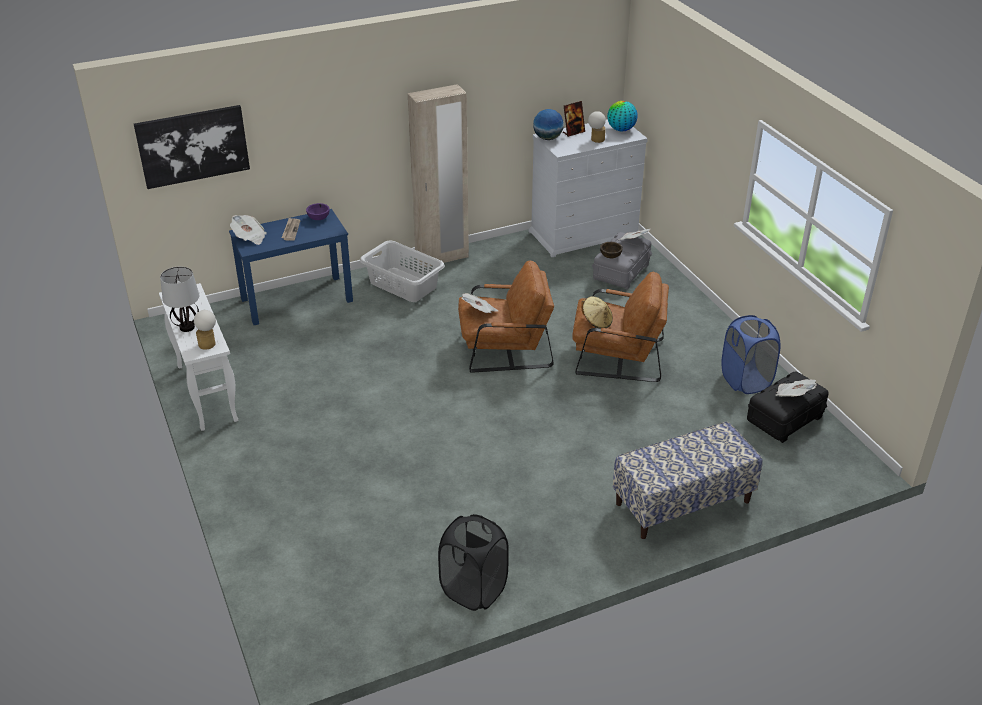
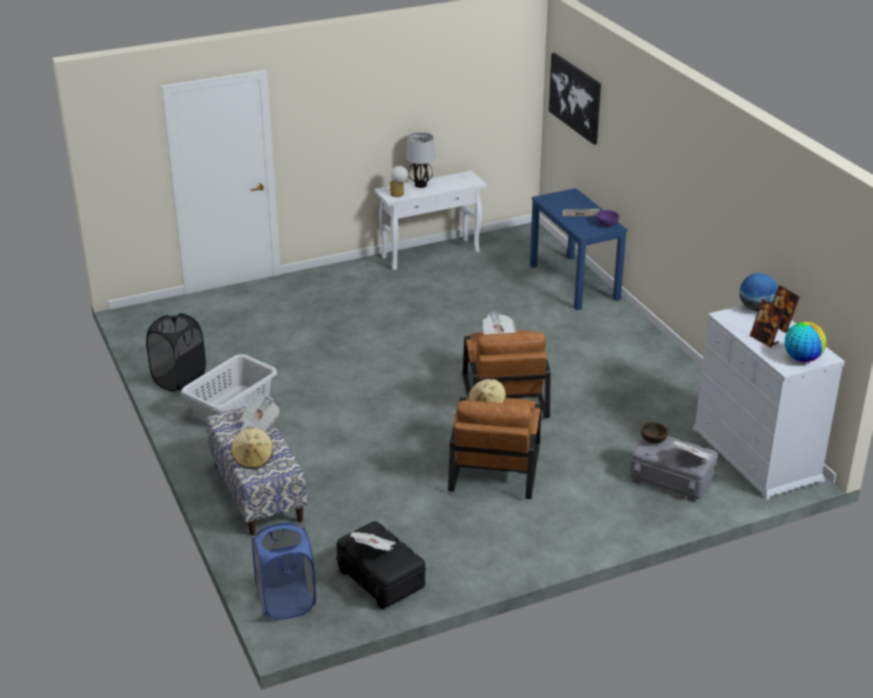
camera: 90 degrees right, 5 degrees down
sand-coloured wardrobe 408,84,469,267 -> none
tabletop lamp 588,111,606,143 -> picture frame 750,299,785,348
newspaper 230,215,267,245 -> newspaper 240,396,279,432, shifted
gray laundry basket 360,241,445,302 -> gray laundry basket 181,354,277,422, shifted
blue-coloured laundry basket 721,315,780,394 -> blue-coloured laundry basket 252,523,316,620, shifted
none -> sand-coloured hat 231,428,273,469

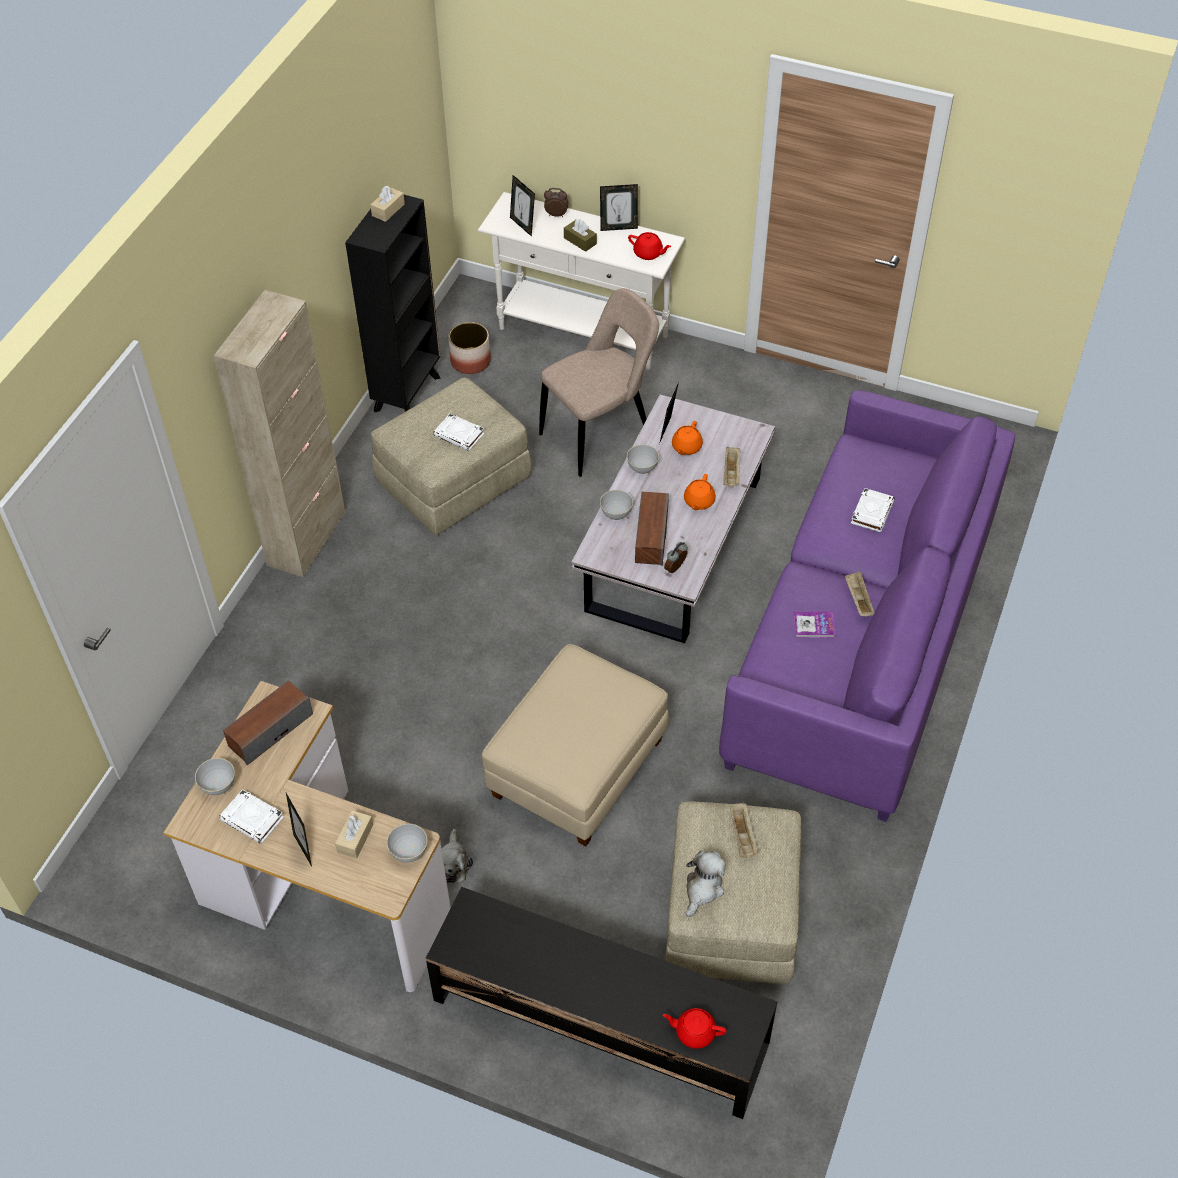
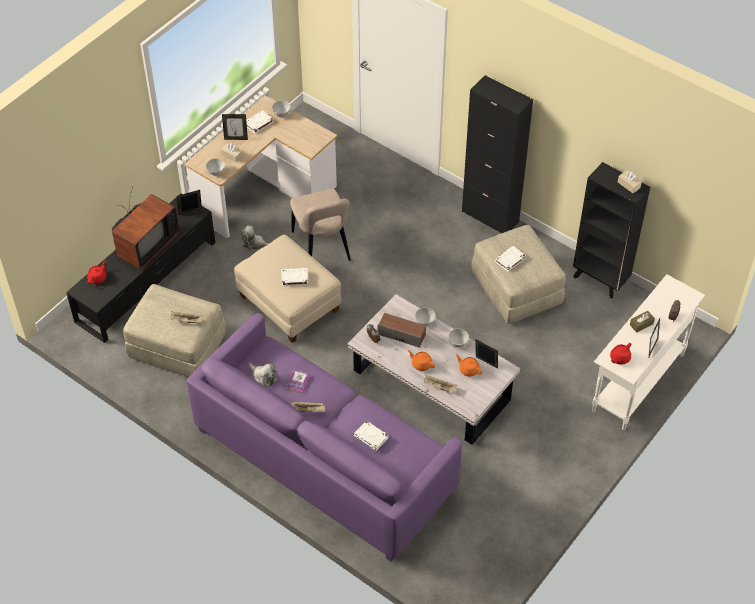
camera: 105 degrees right, 0 degrees up
picture frame 510,175,535,237 -> picture frame 177,190,202,215, shifted
sand-coloured chair 539,288,659,477 -> sand-coloured chair 290,188,351,261, shifted
sand-coloured storage cabinet 214,290,346,577 -> black storage cabinet 462,75,533,233
flower pot 448,322,491,374 -> none
loudspeaker 223,680,313,765 -> none
plush toy 686,851,726,917 -> plush toy 249,363,277,387, shifted
none -> television 112,186,180,270
none -> whitish book 281,268,308,286

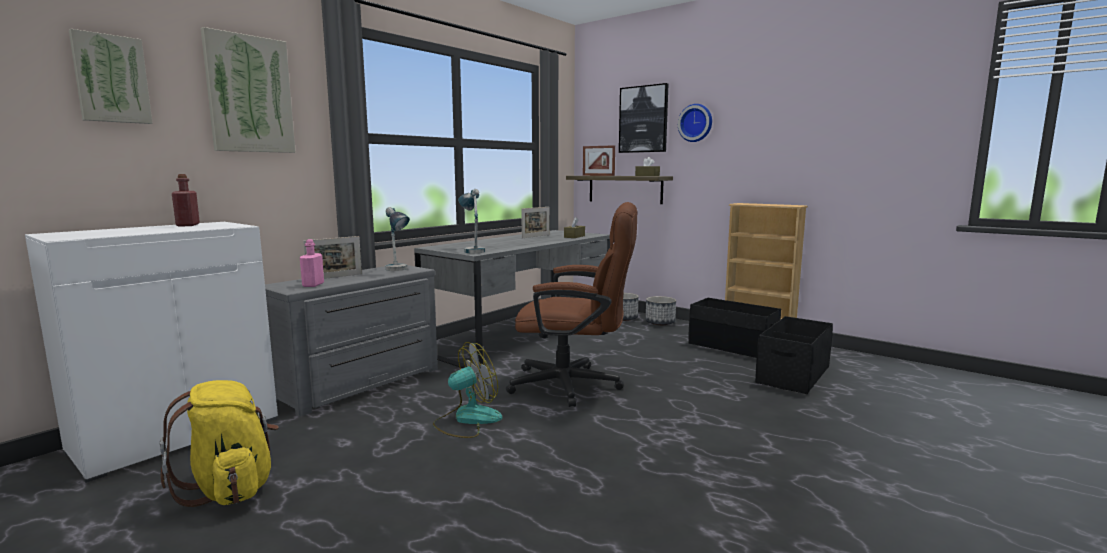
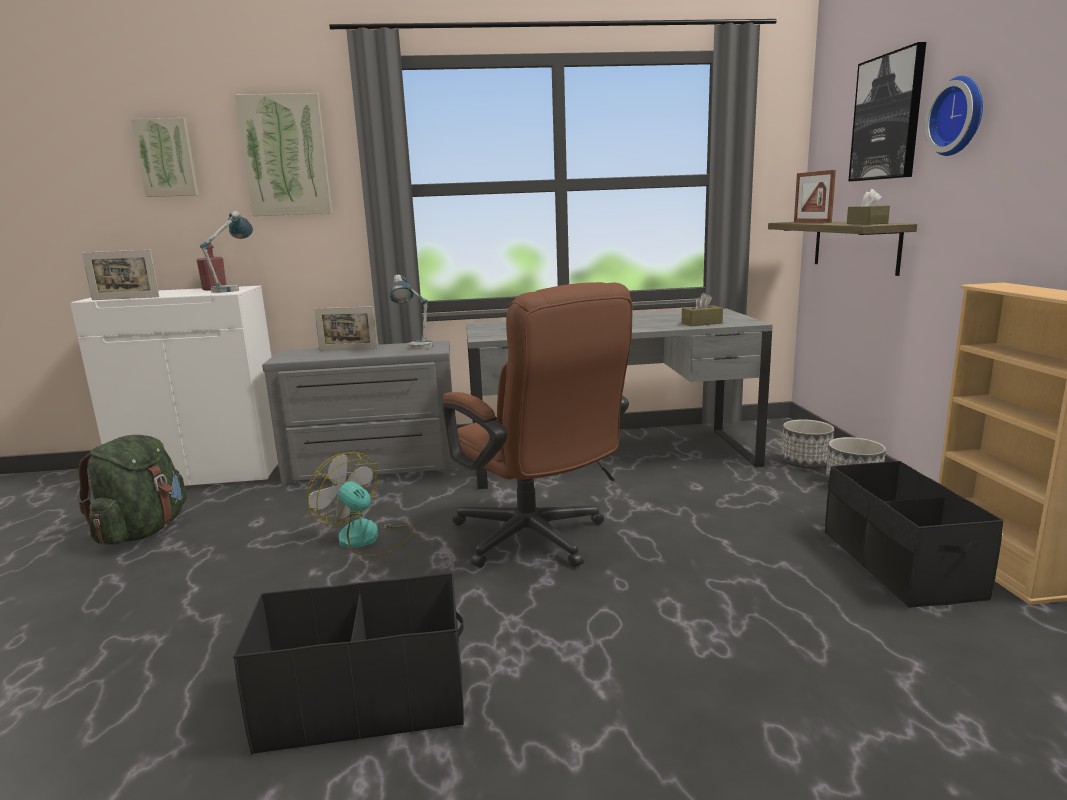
camera: 45 degrees right, 5 degrees up
tabletop lamp 458,189,485,254 -> tabletop lamp 200,211,253,293, shifted
picture frame 521,207,550,238 -> picture frame 82,250,159,300, shifted
pink-coloured beverage bottle 300,239,324,287 -> none
black storage bin 755,316,833,394 -> black storage bin 233,573,464,755, shifted
fan 433,342,502,438 -> fan 307,452,413,556, 150 degrees counterclockwise
yellow-coloured rucksack 160,380,279,507 -> greenish rucksack 77,435,187,545

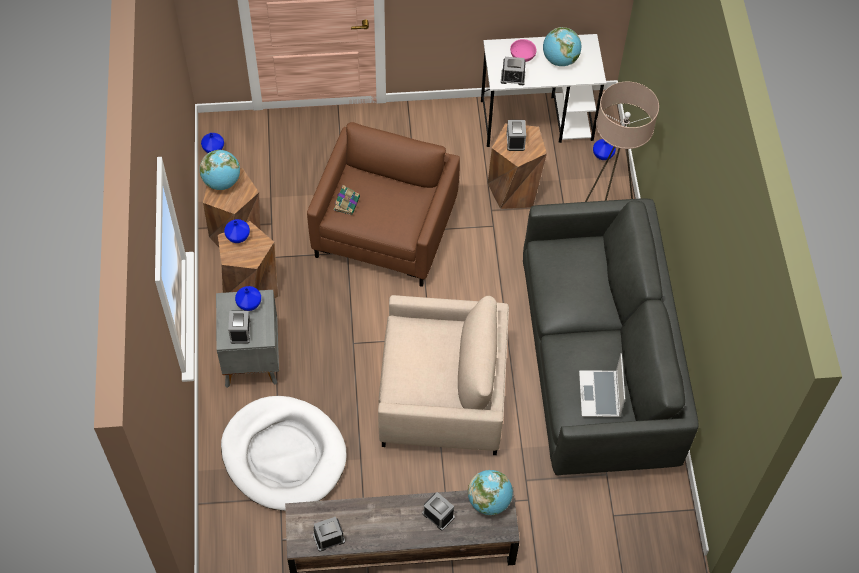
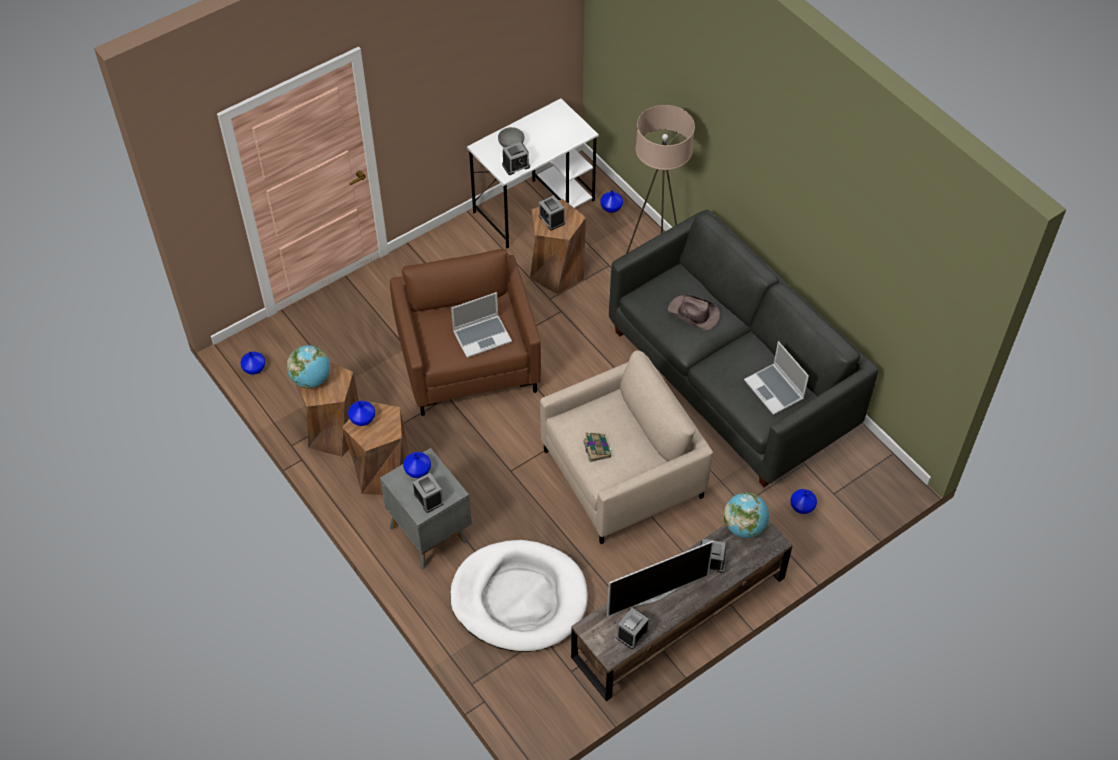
camera: 30 degrees left, 5 degrees down
desk globe 543,27,581,66 -> none
pink-coloured bowl 510,39,537,62 -> gray bowl 498,127,524,148
book 333,185,360,215 -> book 583,433,611,462, shifted
none -> notebook computer 451,292,512,358
none -> brownish hat 668,294,720,331
none -> blue-coloured vase 790,489,817,514
none -> television 607,541,714,617

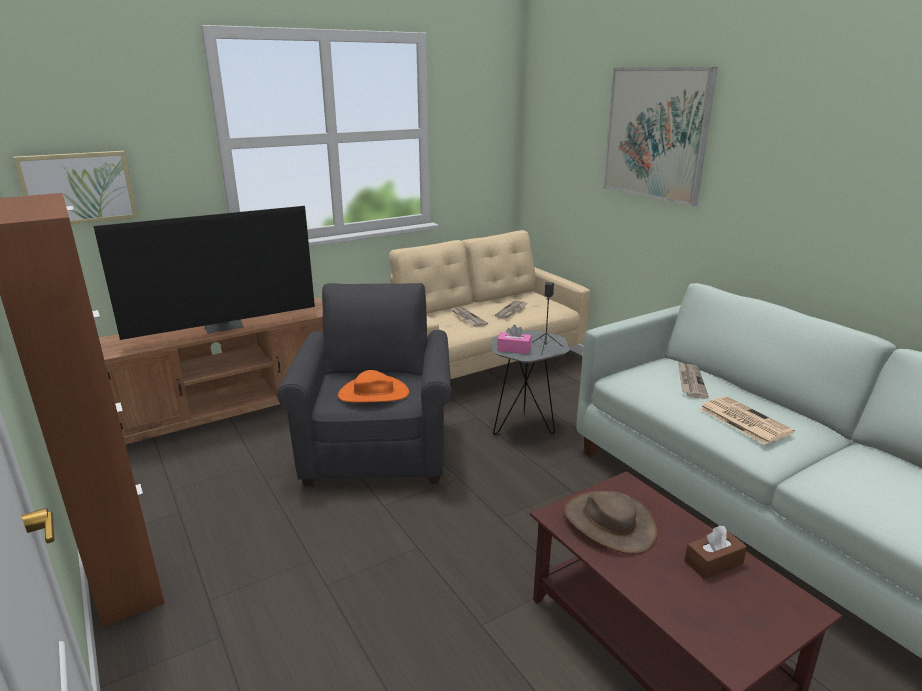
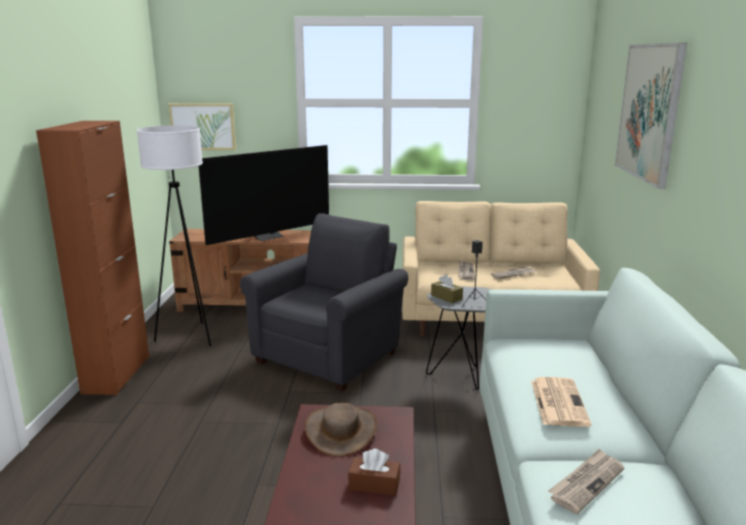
camera: 35 degrees right, 5 degrees down
television 93,206,315,340 -> television 199,145,329,245, 45 degrees counterclockwise
pink-coloured tissue holder 497,325,531,354 -> brownish tissue holder 431,274,463,303
newspaper 678,362,709,399 -> newspaper 548,449,624,514, shifted
orangey hat 338,370,409,403 -> none
none -> whitish standing lamp 136,125,211,346

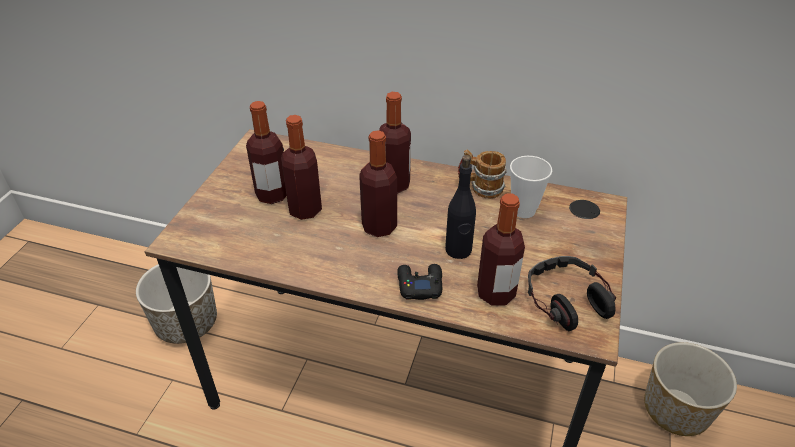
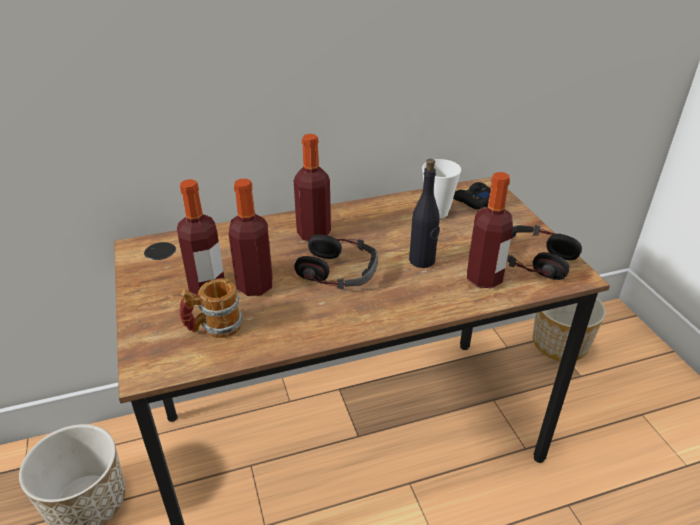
camera: 35 degrees left, 5 degrees down
beverage bottle 359,130,397,237 -> headphones 294,234,378,290
tea mug 458,150,507,199 -> tea mug 179,279,242,338, shifted
black joypad 397,264,442,300 -> black joypad 453,182,491,209, shifted

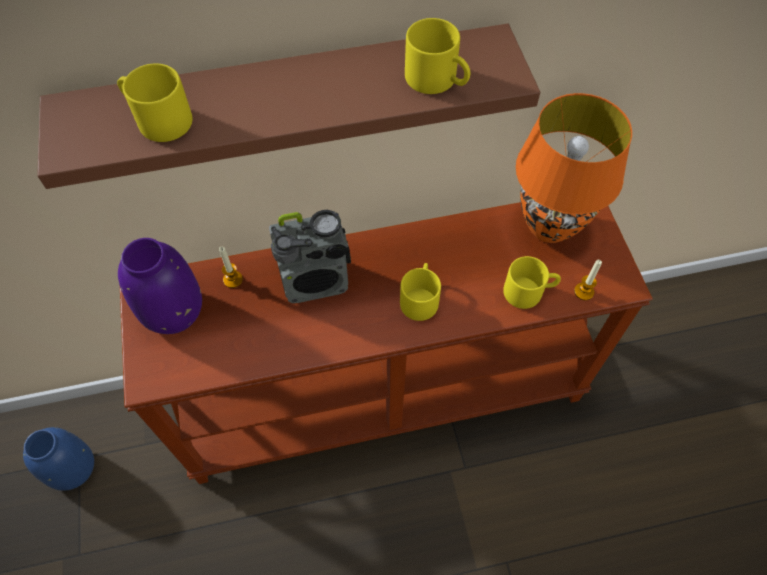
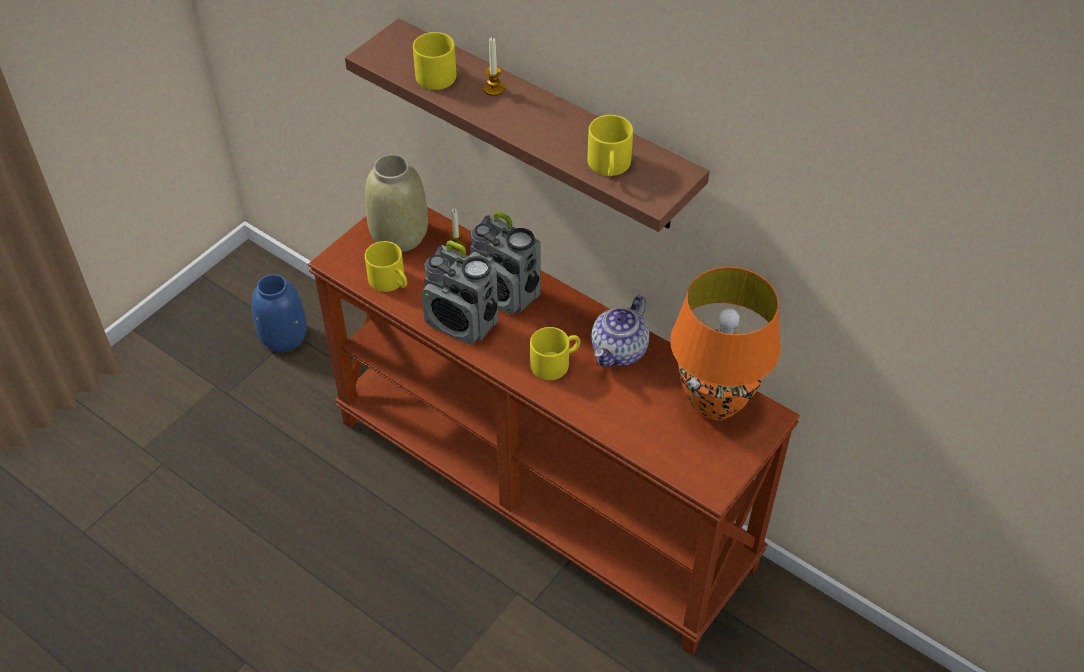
camera: 50 degrees right, 10 degrees down
purplish vase 118,238,202,334 -> sand-coloured vase 365,154,428,252
yellow-coloured tea mug 503,256,561,309 -> yellow-coloured tea mug 365,241,407,292, shifted
wax light 574,260,602,300 -> wax light 483,37,504,96, shifted
none -> radio 421,241,499,344
none -> pot for tea 591,295,649,367

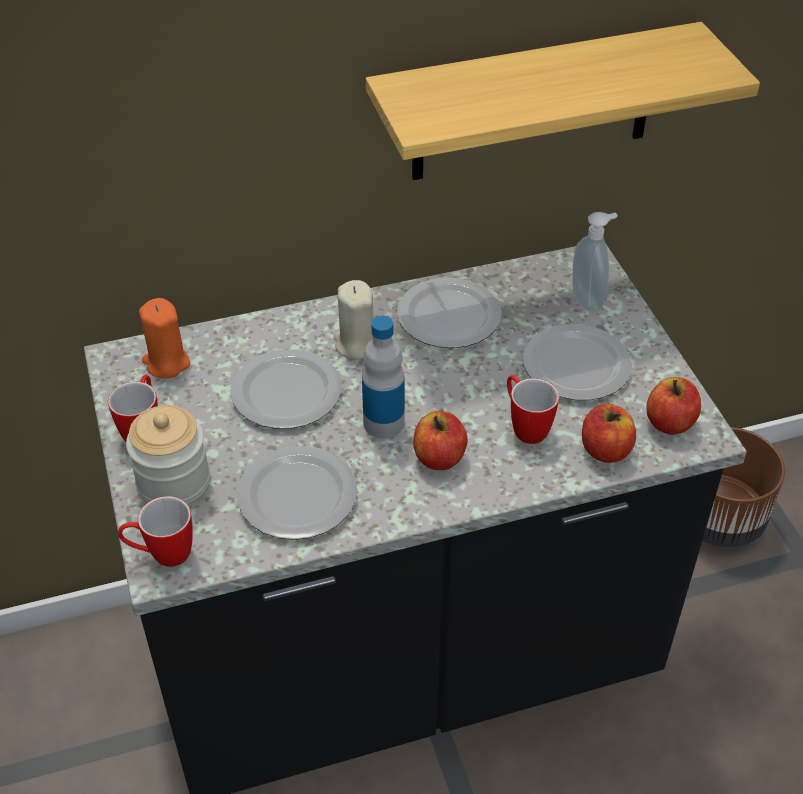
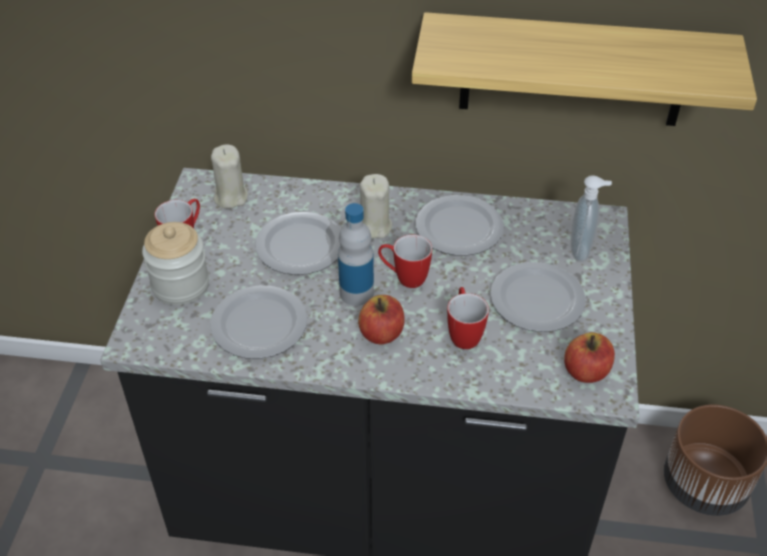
camera: 25 degrees right, 0 degrees up
orangey wax light 139,298,190,378 -> sand-coloured wax light 211,145,248,209
apple fruit 582,404,636,463 -> none
tea mug 118,496,193,567 -> tea mug 378,235,432,288, shifted

